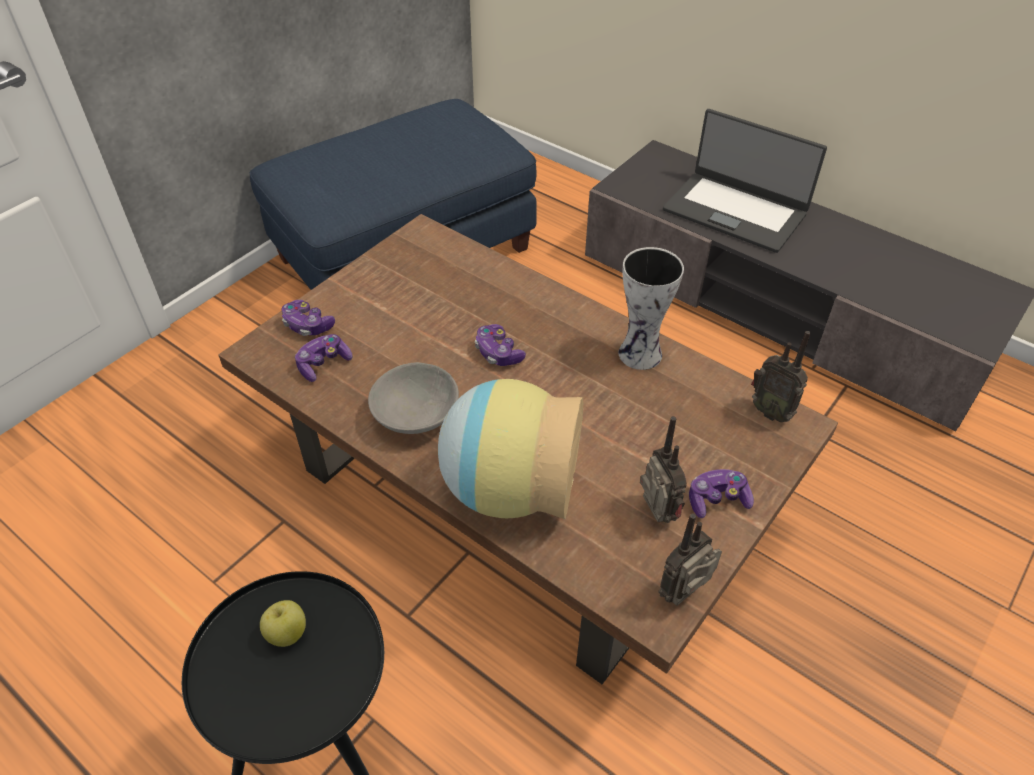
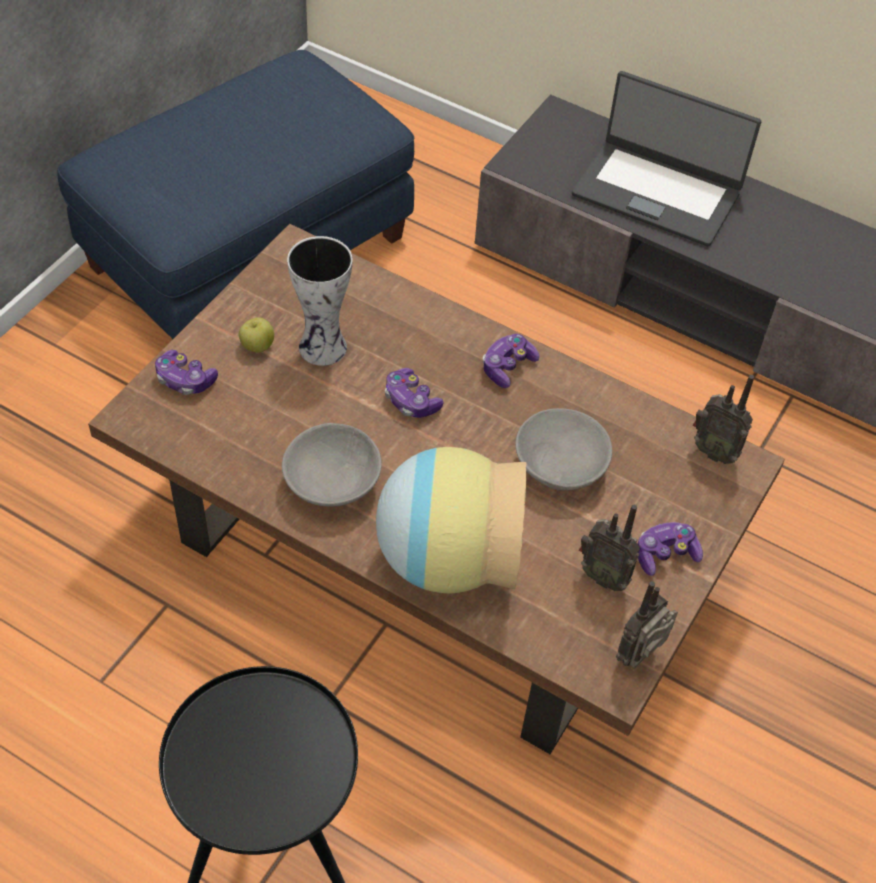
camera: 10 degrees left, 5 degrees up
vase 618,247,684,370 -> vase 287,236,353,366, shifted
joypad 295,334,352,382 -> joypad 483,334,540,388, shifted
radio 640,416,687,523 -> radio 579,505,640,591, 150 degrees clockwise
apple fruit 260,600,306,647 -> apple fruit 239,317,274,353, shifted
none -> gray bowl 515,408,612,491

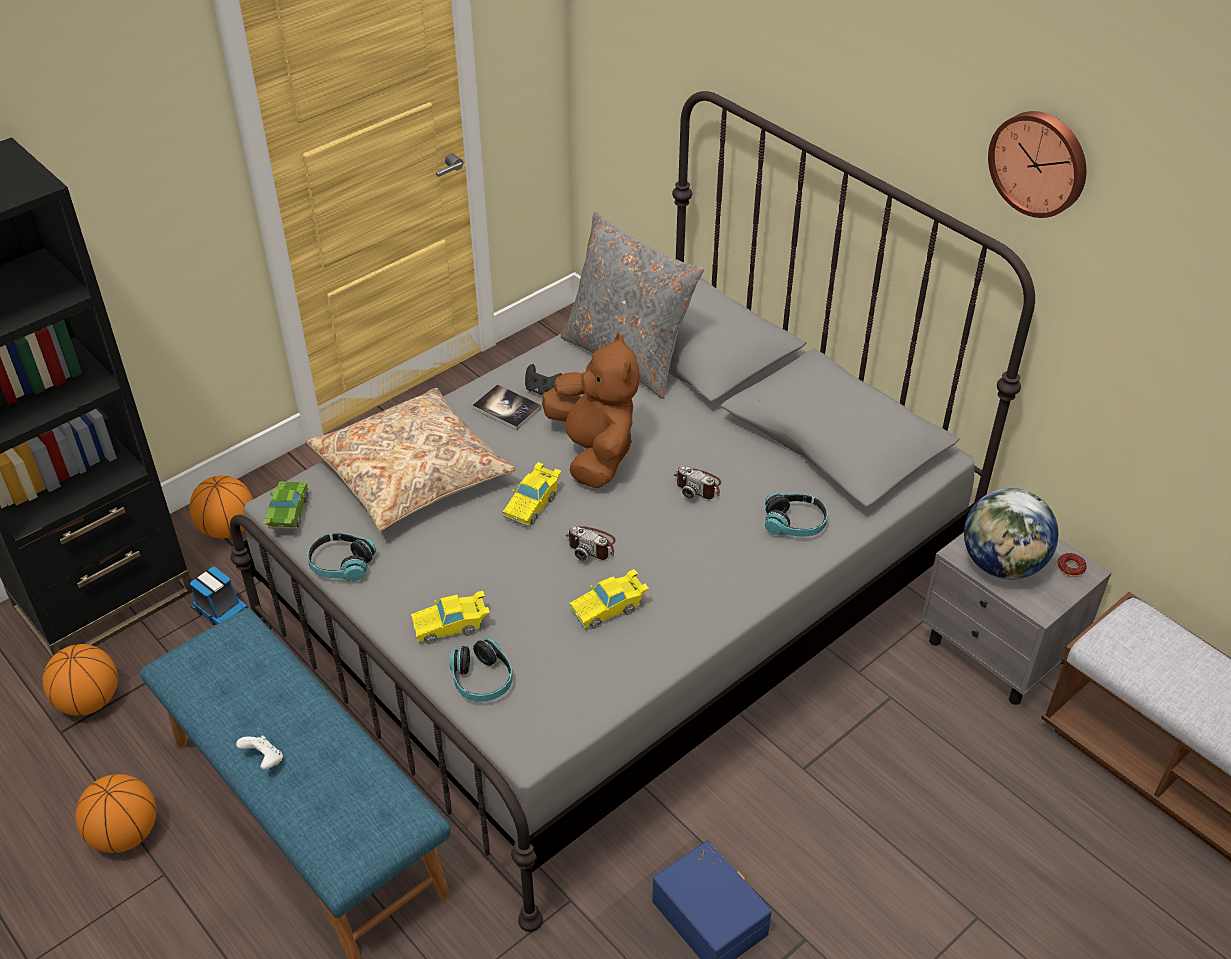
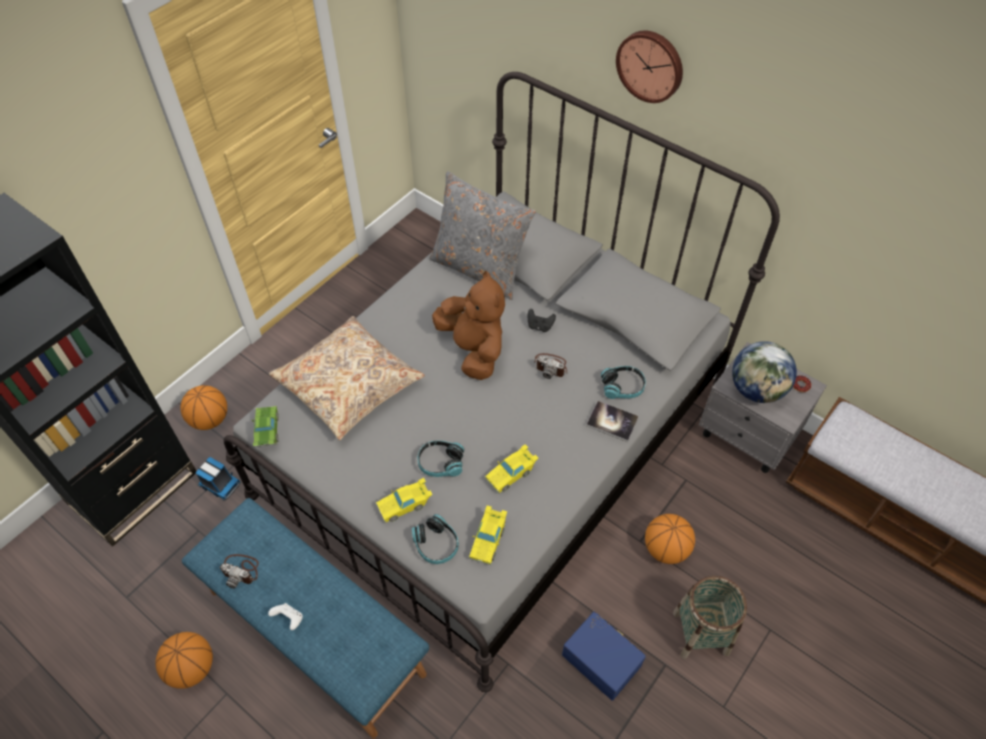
camera: 10 degrees left, 10 degrees up
wall clock 988,111,1086,218 -> wall clock 616,31,683,103, shifted
black joypad 525,364,562,395 -> black joypad 528,309,556,332, shifted
book 472,384,542,431 -> book 586,401,639,442, shifted
yellow-coloured toy car 502,462,561,527 -> yellow-coloured toy car 469,506,507,565, shifted
still camera 565,526,616,560 -> still camera 220,554,259,589, shifted
headphones 307,533,376,582 -> headphones 418,441,464,477, shifted
ball for basketball 42,644,118,716 -> ball for basketball 645,514,695,564, shifted
none -> storage basket 673,576,747,659

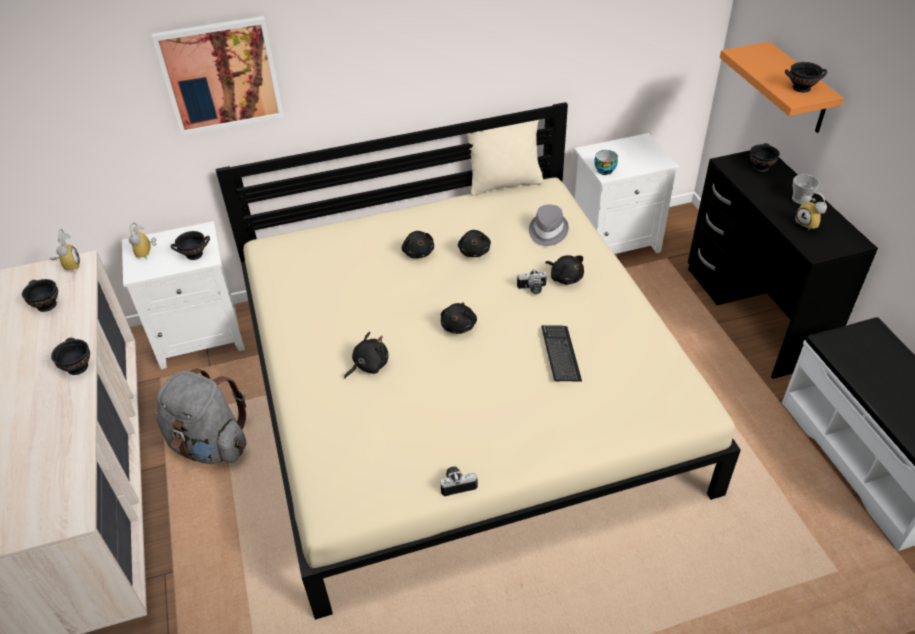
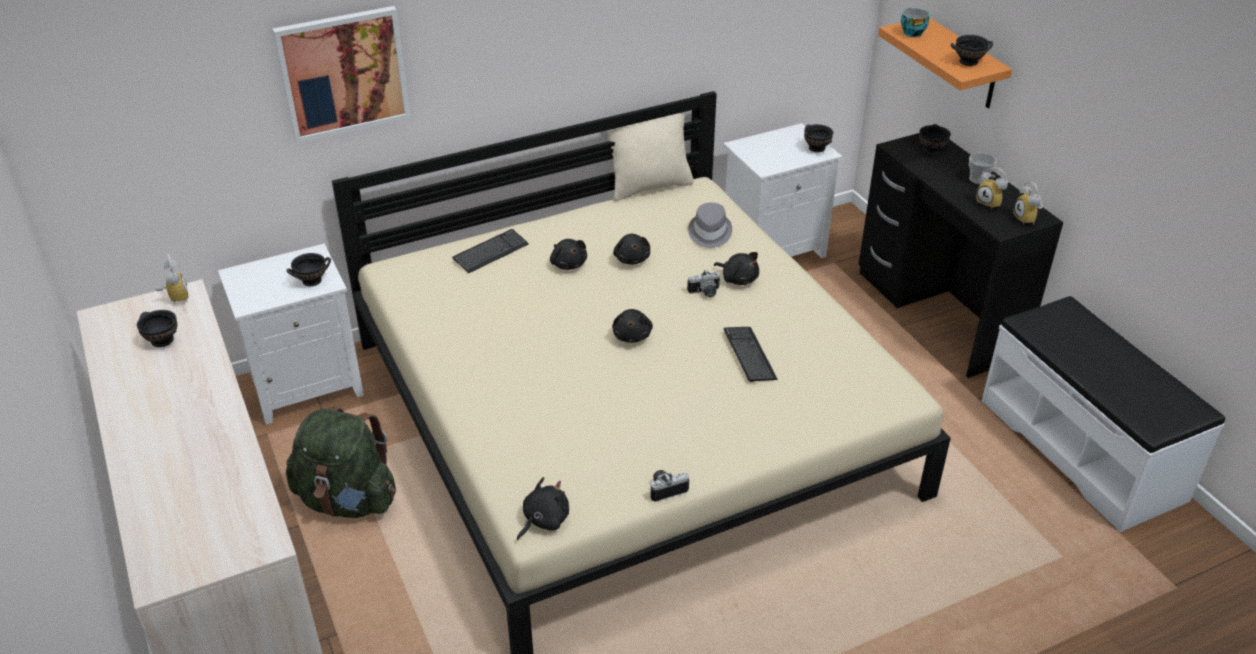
camera: 10 degrees left, 5 degrees down
drinking cup 594,150,618,175 -> drinking cup 901,8,929,37, shifted
alarm clock 129,223,156,259 -> alarm clock 1013,182,1043,225, shifted
black plush toy 344,332,388,379 -> black plush toy 517,477,569,540, shifted
black bowl 51,338,90,375 -> black bowl 804,124,833,152, shifted
gray rucksack 156,368,247,464 -> greenish rucksack 286,407,396,518
none -> PC keyboard 452,229,529,273

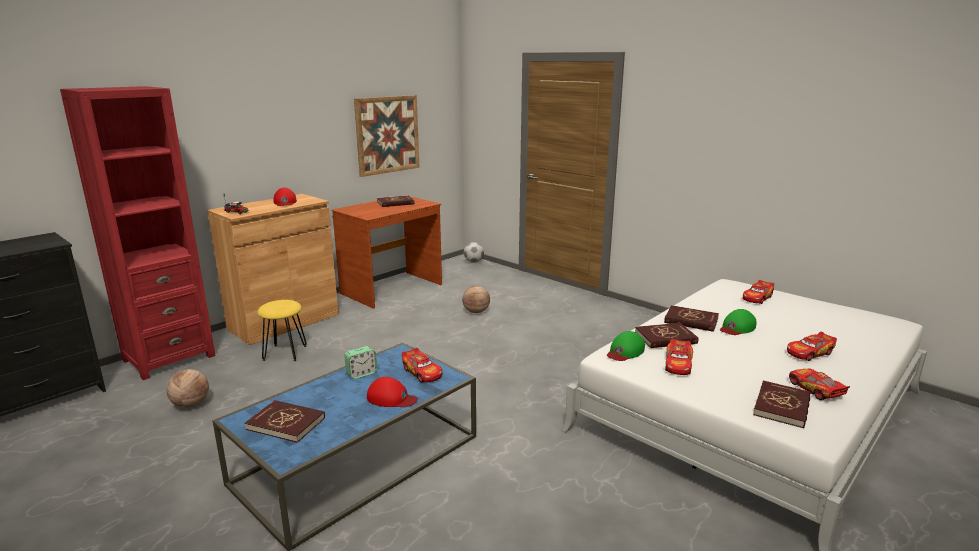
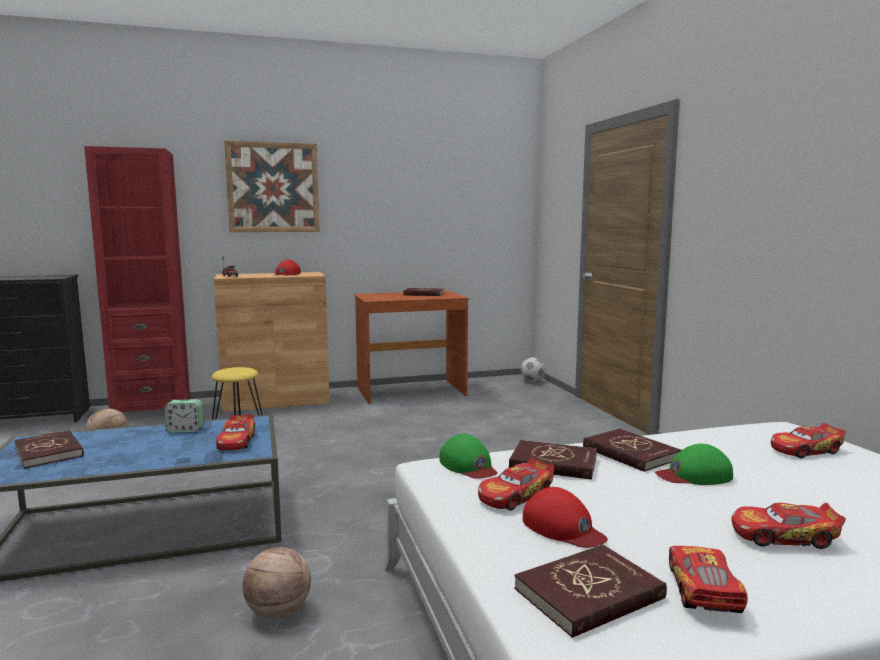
camera: 30 degrees right, 10 degrees down
picture 354,95,419,177 -> picture 224,141,320,232, shifted
ball for basketball 462,285,490,313 -> ball for basketball 242,547,311,619, shifted
greenish peaked cap 607,331,645,361 -> greenish peaked cap 440,434,498,479, 105 degrees counterclockwise
red-coloured peaked cap 367,377,418,407 -> red-coloured peaked cap 523,487,608,548, shifted

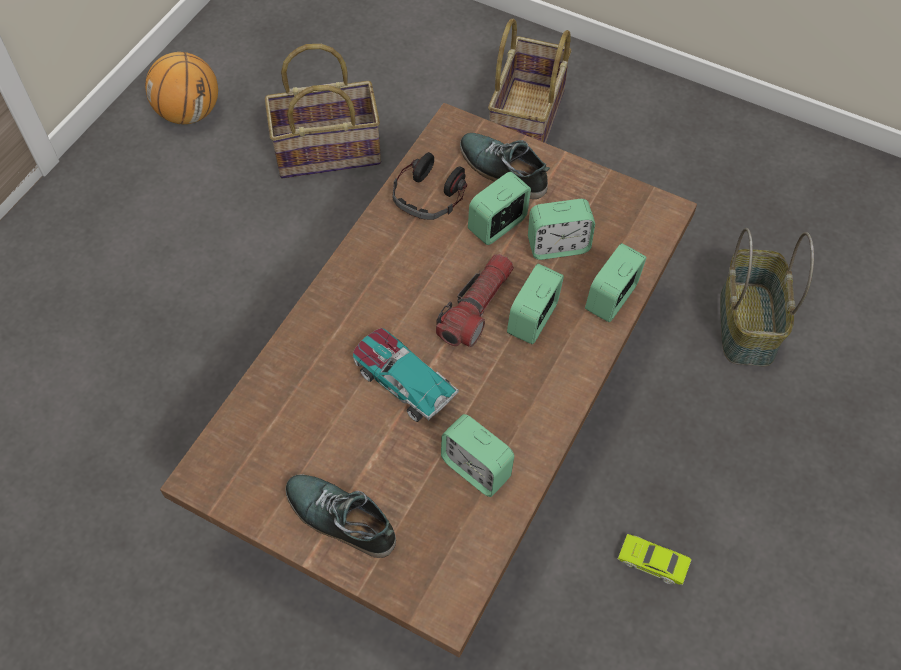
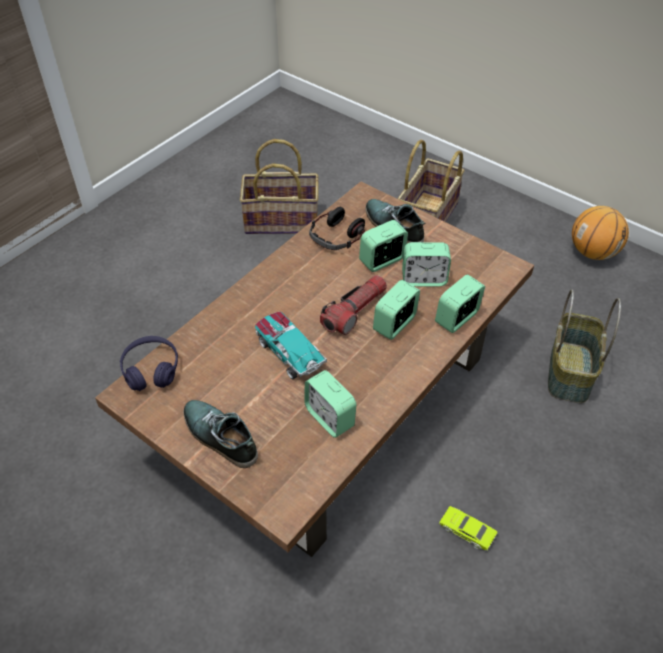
camera: 10 degrees right, 10 degrees down
ball for basketball 145,52,218,124 -> ball for basketball 572,206,629,260, shifted
none -> purplish headphones 120,336,178,391

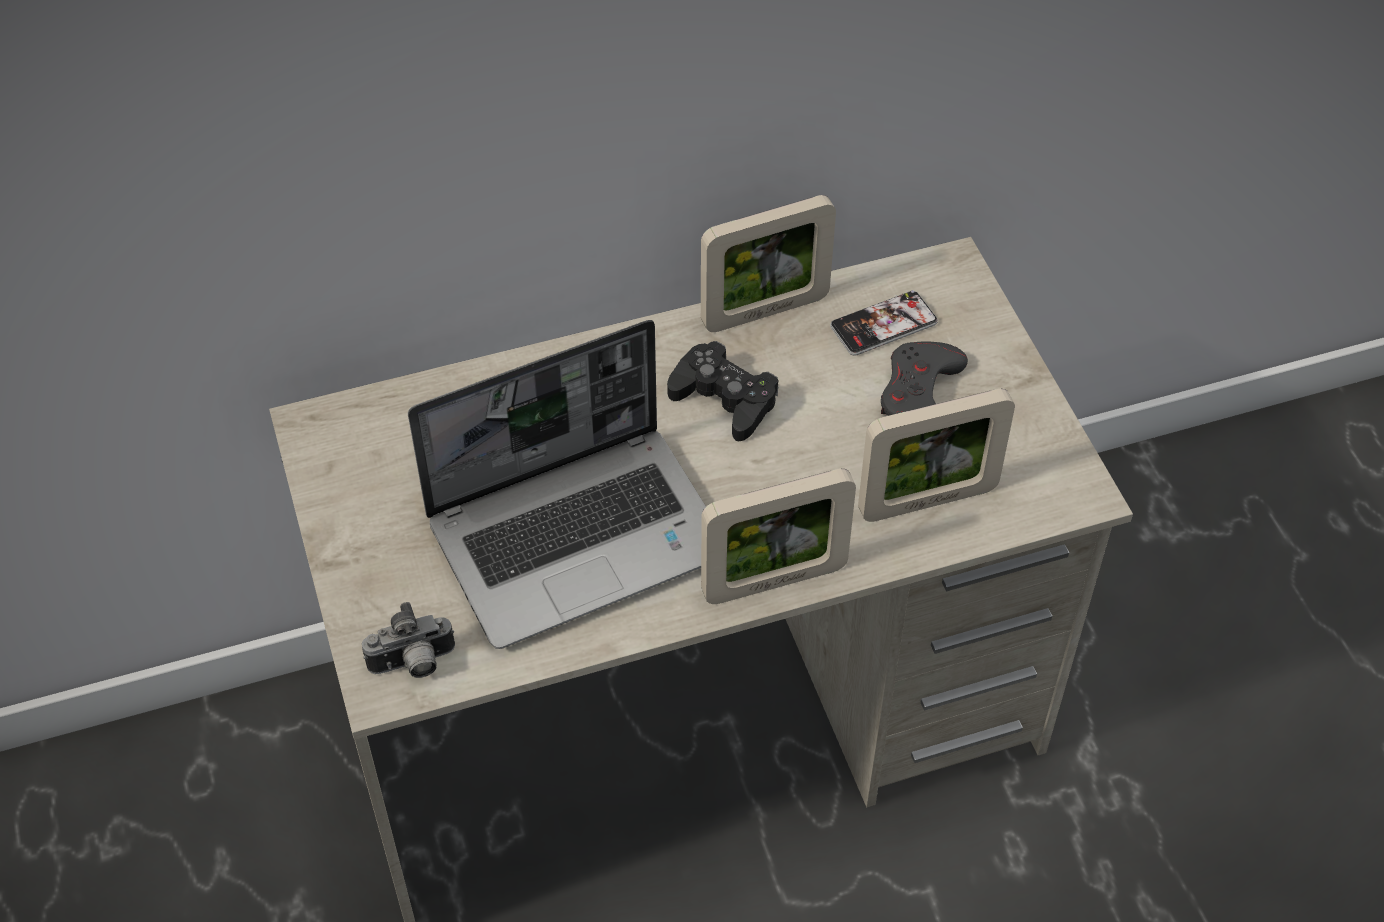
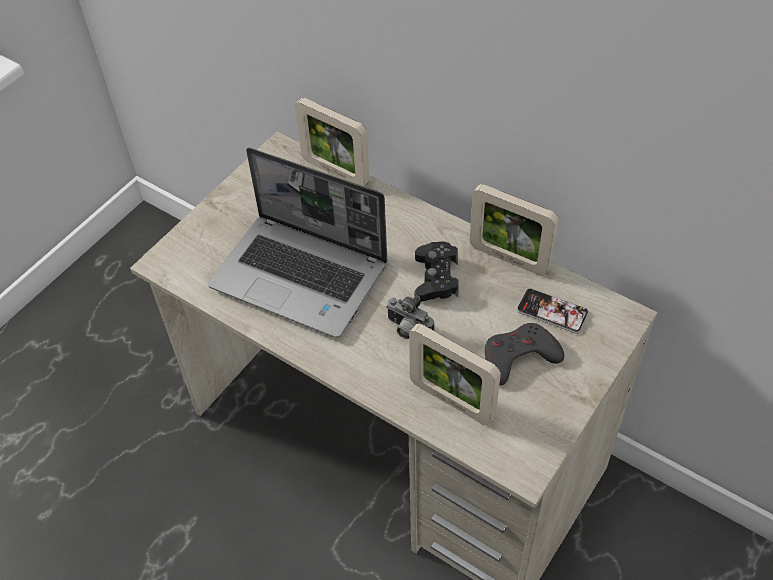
camera: 55 degrees right, 0 degrees up
picture frame 701,469,856,604 -> picture frame 295,98,370,187, shifted
still camera 362,602,455,678 -> still camera 386,295,434,339, shifted

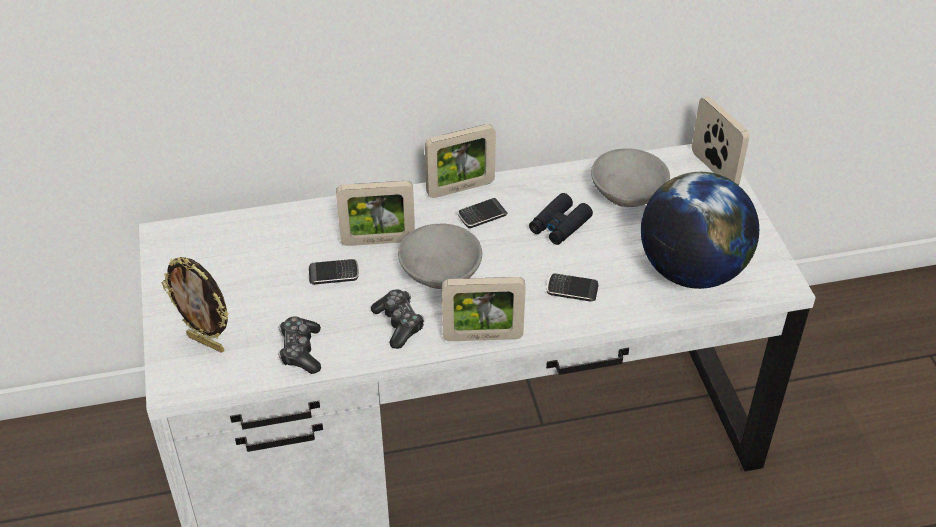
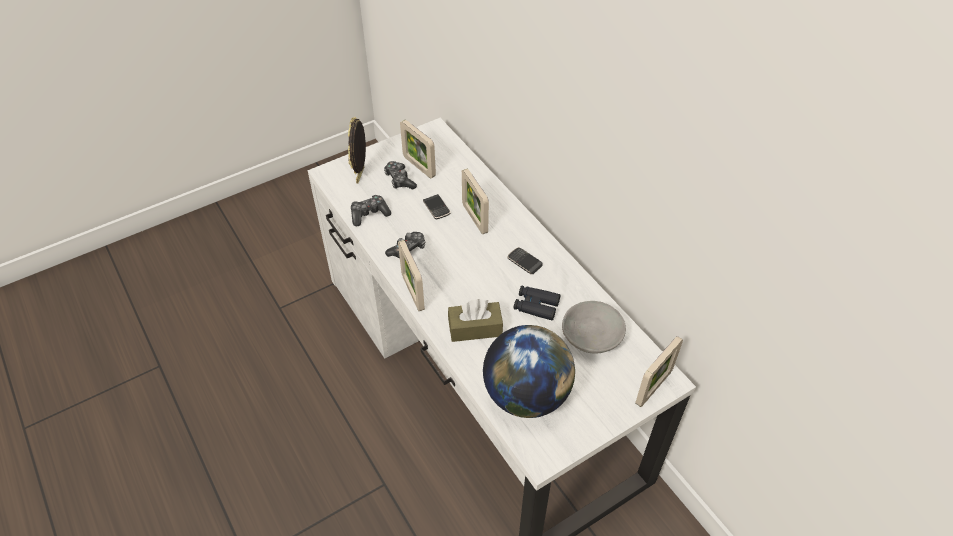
camera: 70 degrees right, 5 degrees up
picture frame 425,124,496,198 -> picture frame 400,120,436,178, shifted
gray bowl 398,224,482,289 -> none
telephone 547,273,598,302 -> brownish tissue holder 448,299,503,342
none -> joypad 384,161,417,190

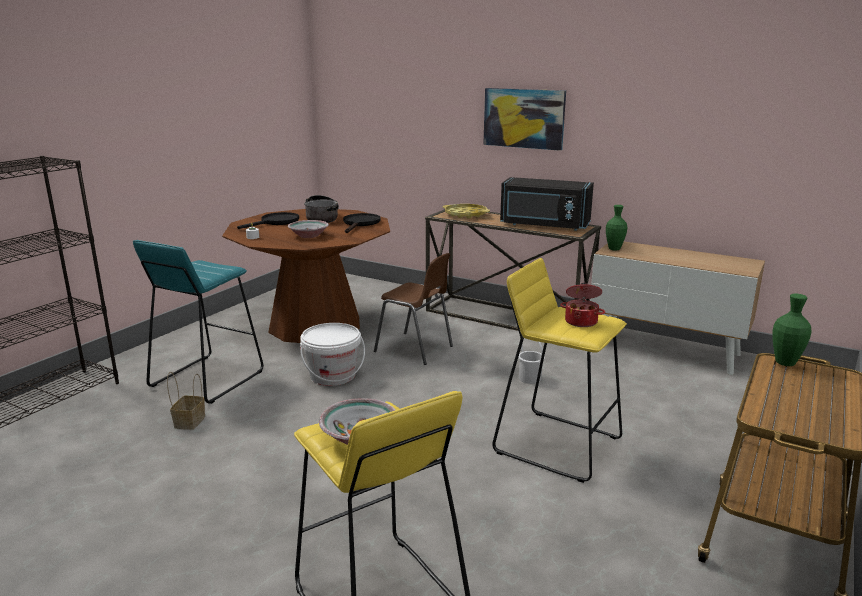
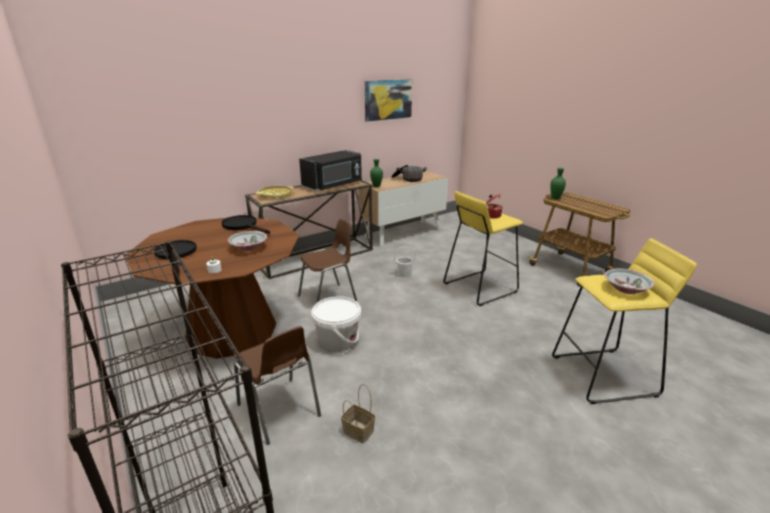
camera: 65 degrees left, 5 degrees up
picture 483,88,566,151 -> picture 365,79,412,122, shifted
saucepot 304,195,339,223 -> saucepot 391,165,427,182, shifted
turquoise stool 133,240,263,404 -> brownish chair 234,326,321,445

